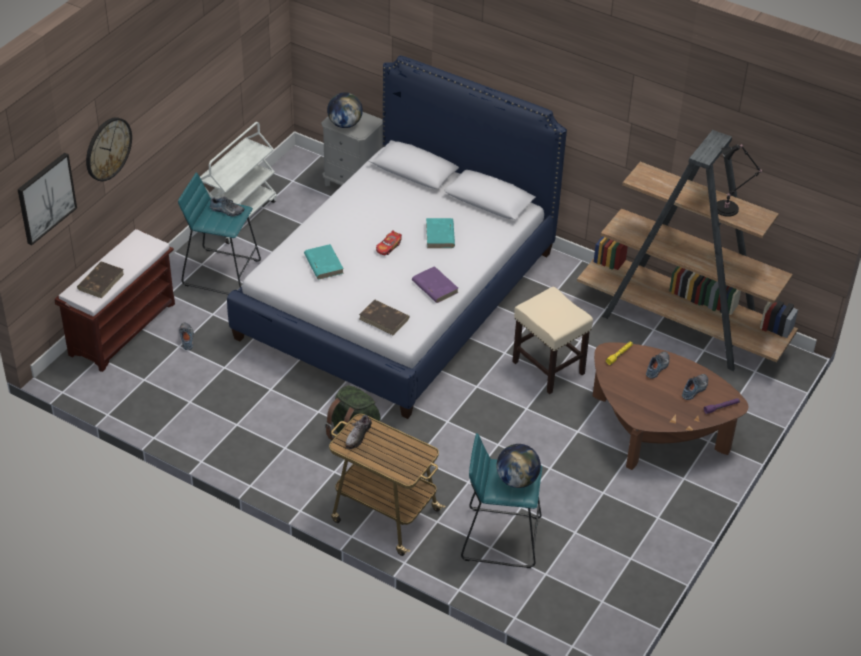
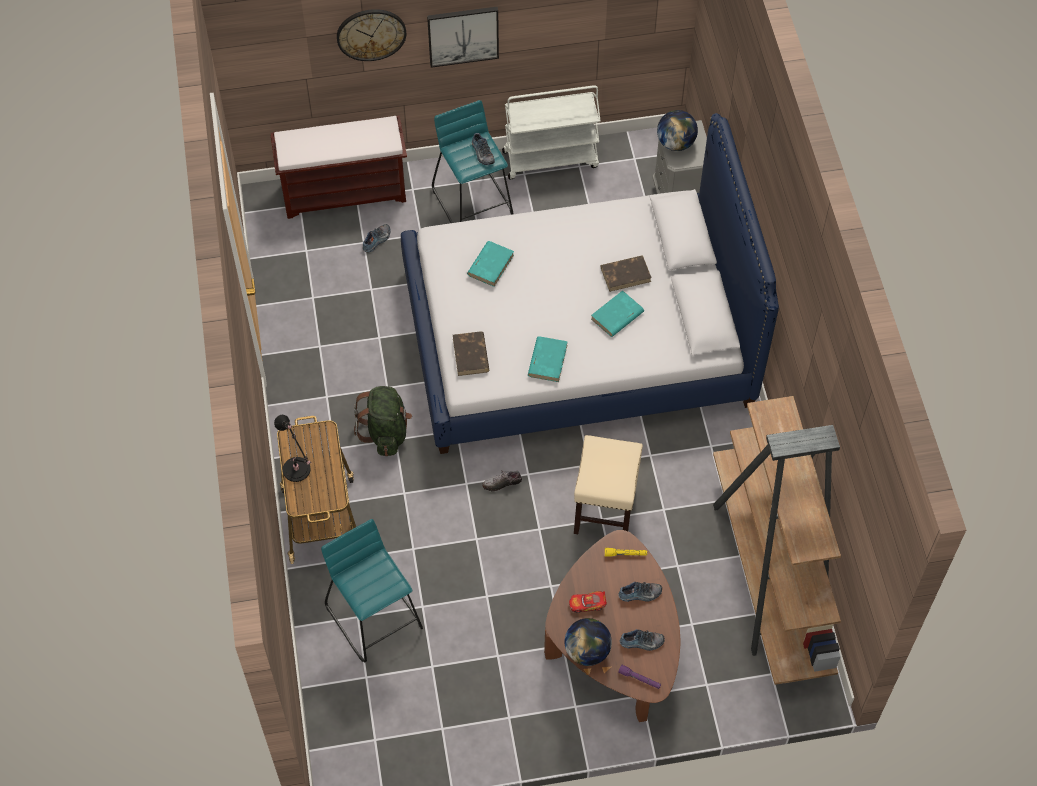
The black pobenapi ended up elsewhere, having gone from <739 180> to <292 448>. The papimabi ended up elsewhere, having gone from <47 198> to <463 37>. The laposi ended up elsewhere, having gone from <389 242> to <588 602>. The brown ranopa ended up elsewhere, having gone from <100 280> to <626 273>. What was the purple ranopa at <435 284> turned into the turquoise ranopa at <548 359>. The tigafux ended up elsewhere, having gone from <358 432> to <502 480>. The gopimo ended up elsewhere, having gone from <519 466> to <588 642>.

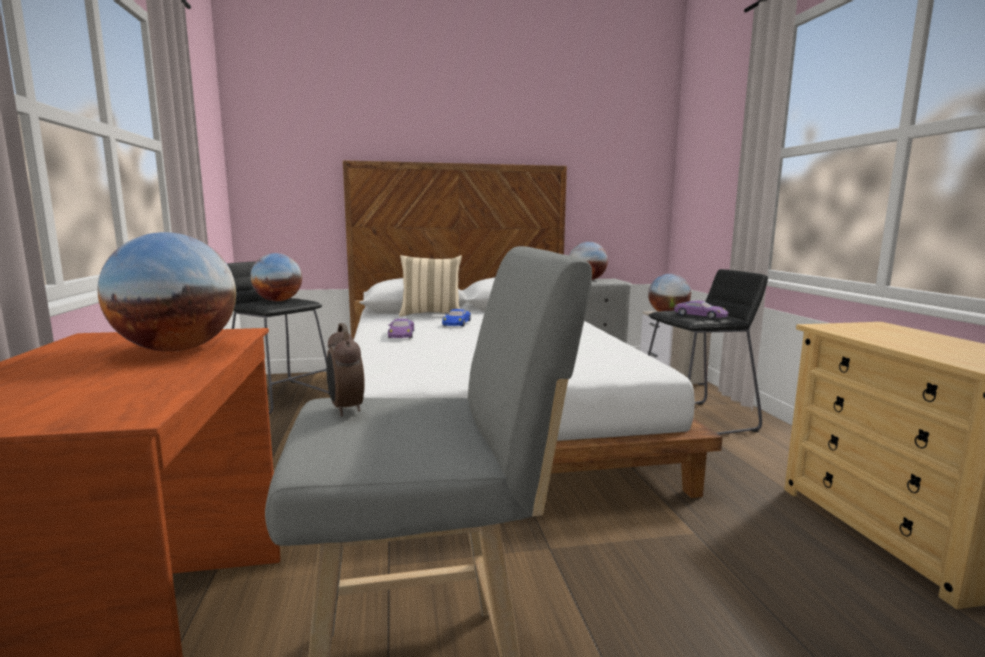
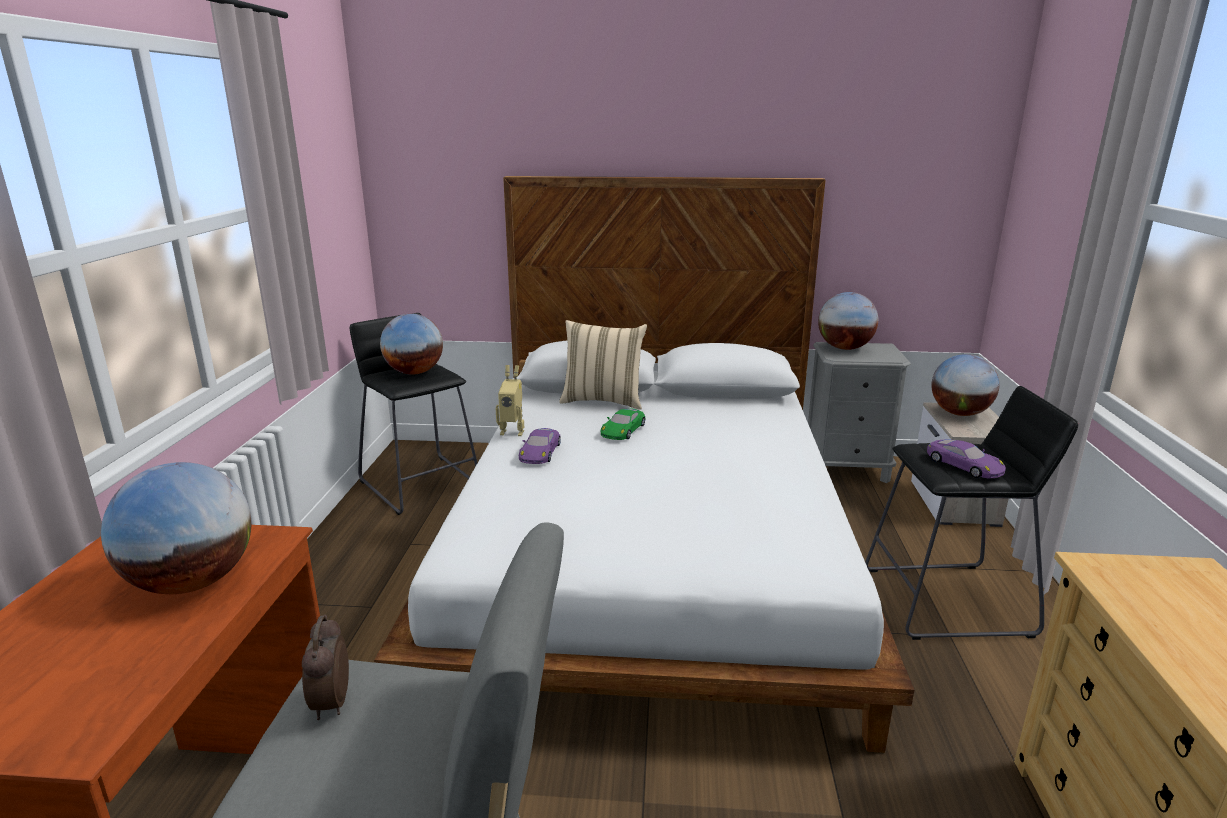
What was the blue laposi at <456 317> turned into the green laposi at <623 424>. The second view gained the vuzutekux at <510 400>.

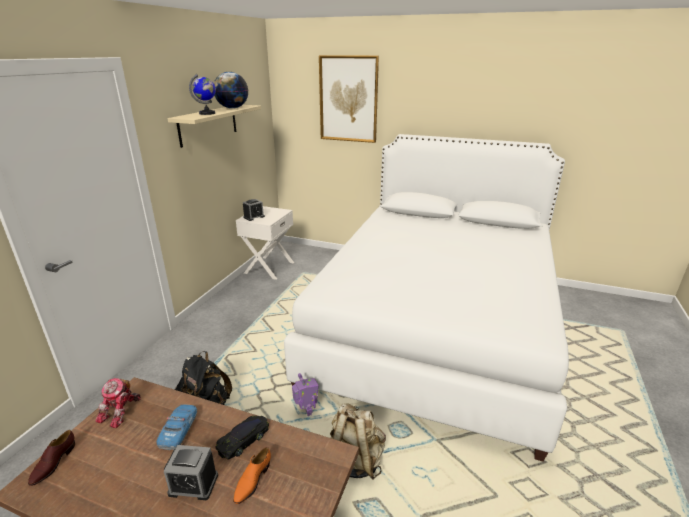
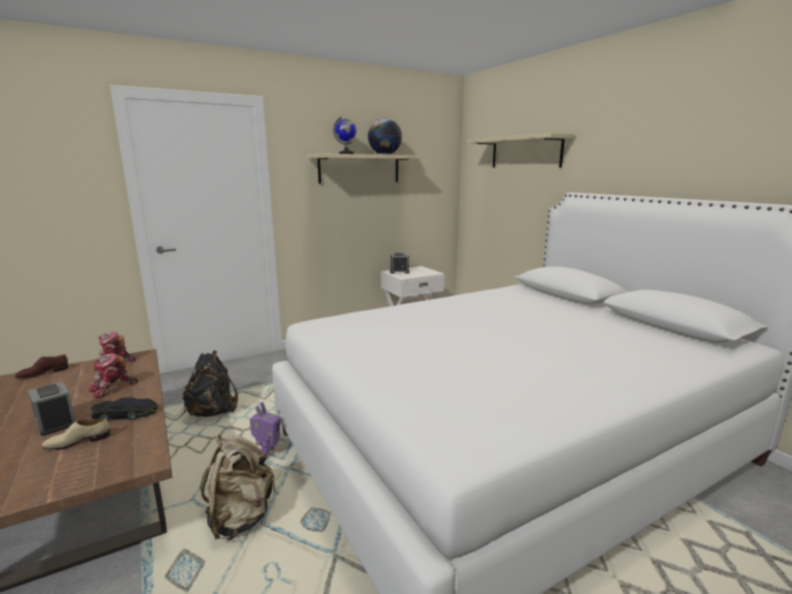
Where the papimabi hung at <349 99>, the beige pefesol came to hang at <521 150>. Where the laposi stood at <176 427>, the vuzutekux came to stand at <113 376>. What was the orange tigafux at <252 475> turned into the beige tigafux at <75 434>.

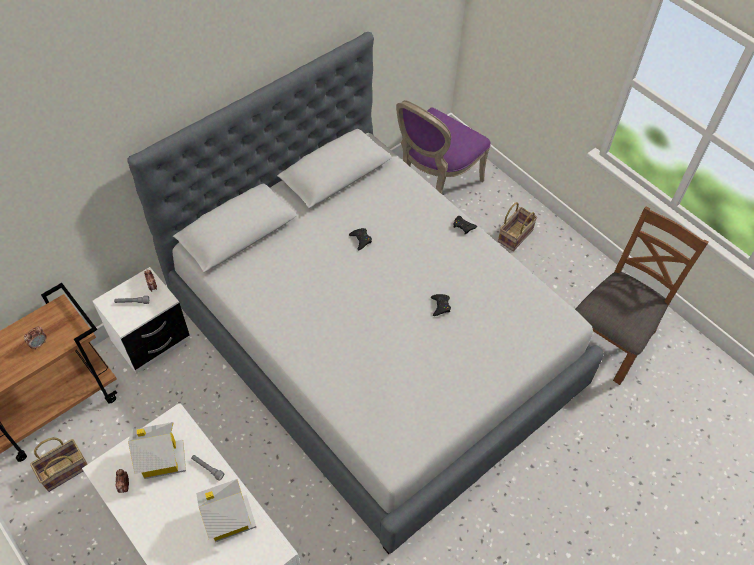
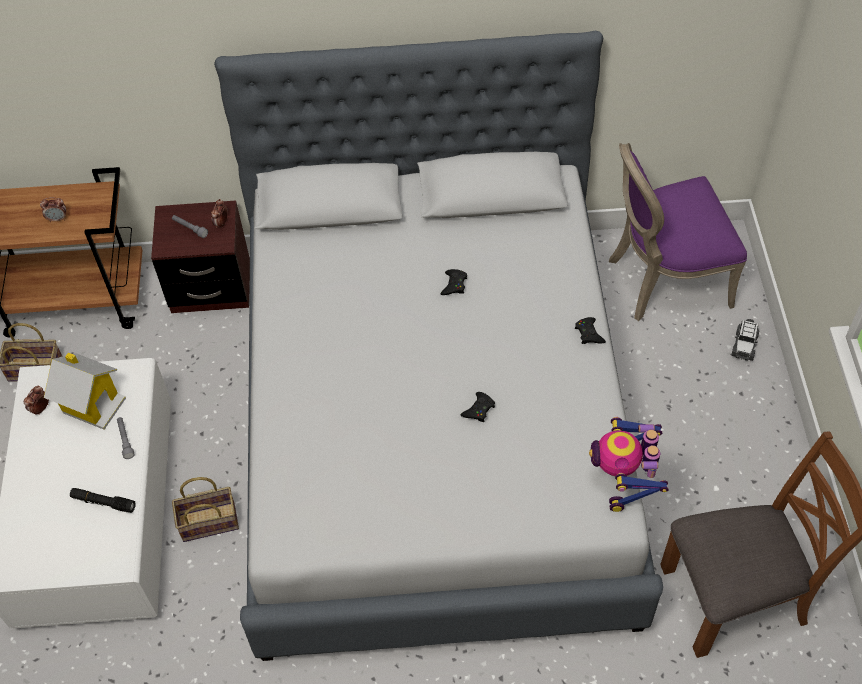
The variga ended up elsewhere, having gone from <517 226> to <205 509>. What was the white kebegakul at <141 320> turned into the brown kebegakul at <200 257>. Where the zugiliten stood at <226 510>, the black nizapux came to stand at <103 500>. The second view gained the laposi at <745 340>. The second view gained the vuzutekux at <629 464>.

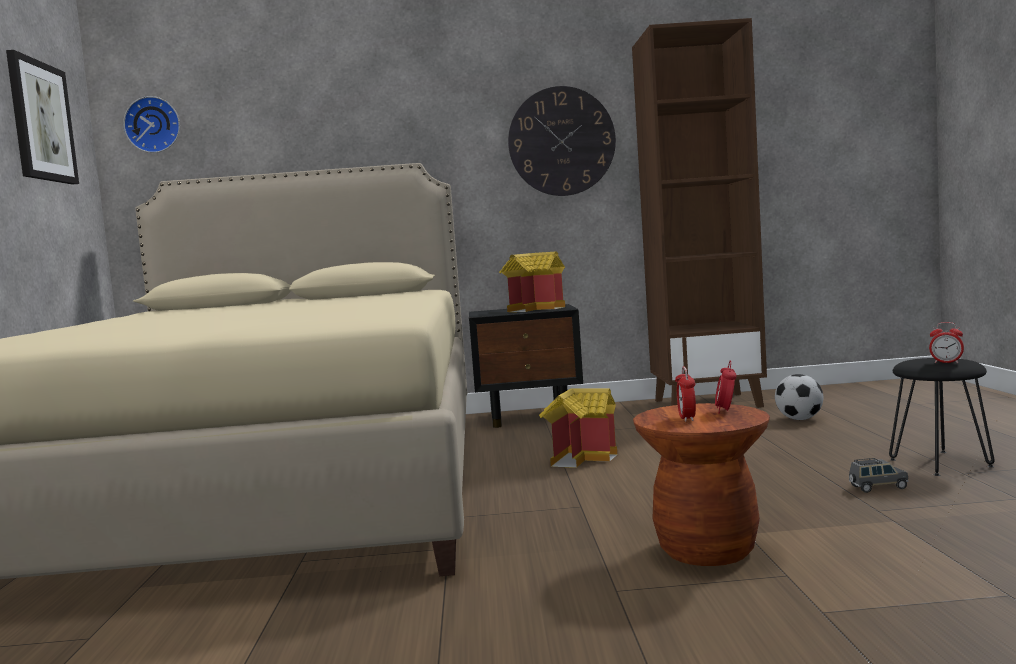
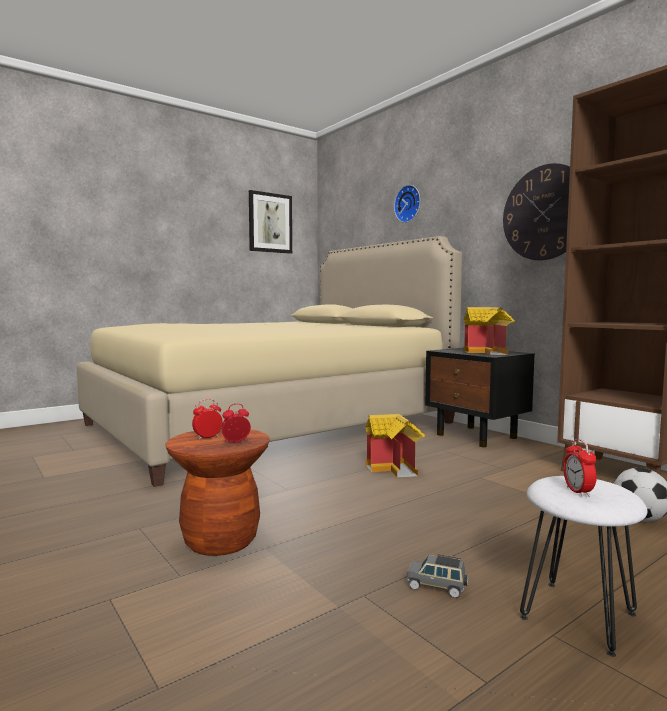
The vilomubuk ended up elsewhere, having gone from <151 124> to <407 204>. What was the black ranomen at <942 417> turned into the white ranomen at <584 566>. The grey laposi at <879 475> ended up facing another way, 150 degrees clockwise from before.

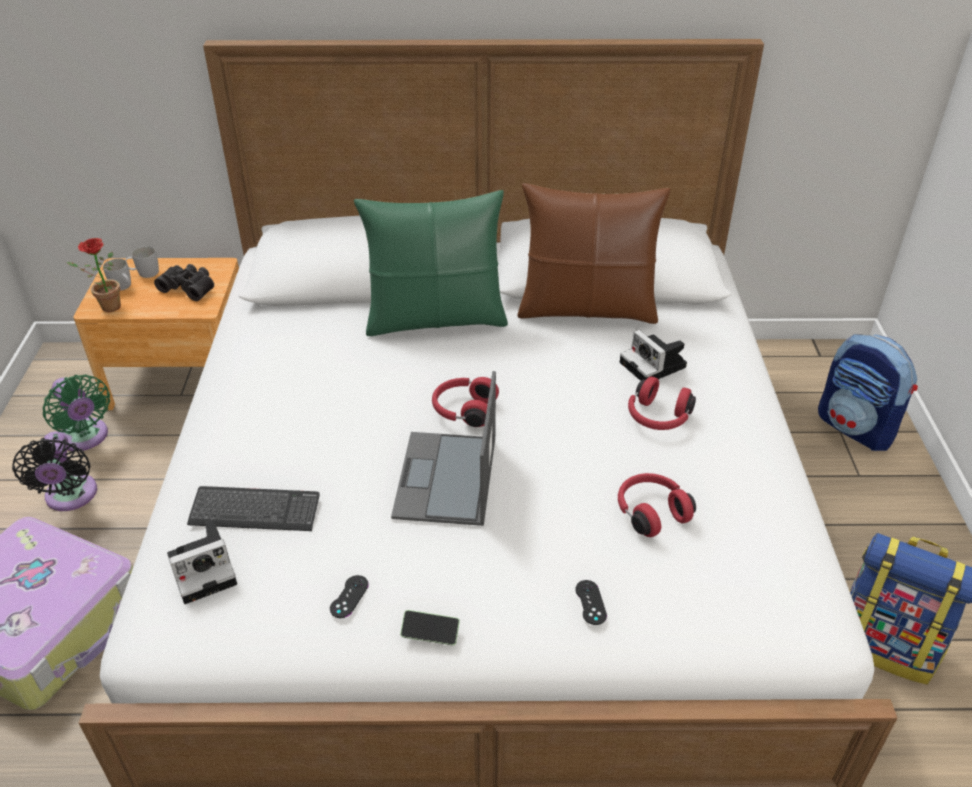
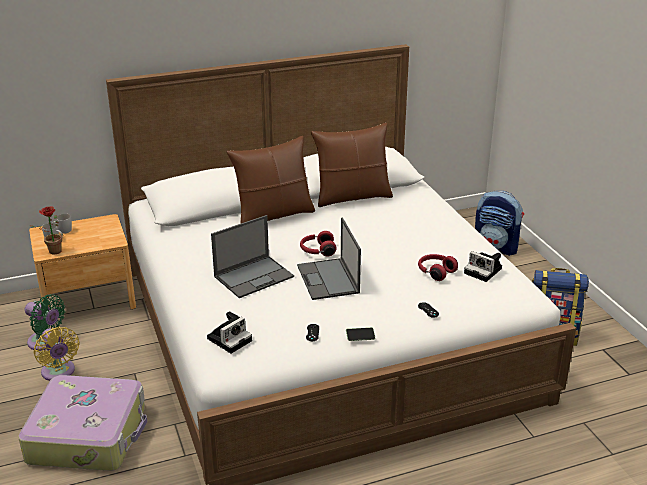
What was the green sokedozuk at <431 263> turned into the brown sokedozuk at <271 180>. The second view lost the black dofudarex at <184 282>. The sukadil ended up elsewhere, having gone from <653 355> to <483 266>. The second view lost the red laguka at <662 403>. What was the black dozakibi at <54 471> turned into the yellow dozakibi at <56 354>. The second view lost the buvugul at <253 508>. The second view gained the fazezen at <252 256>.

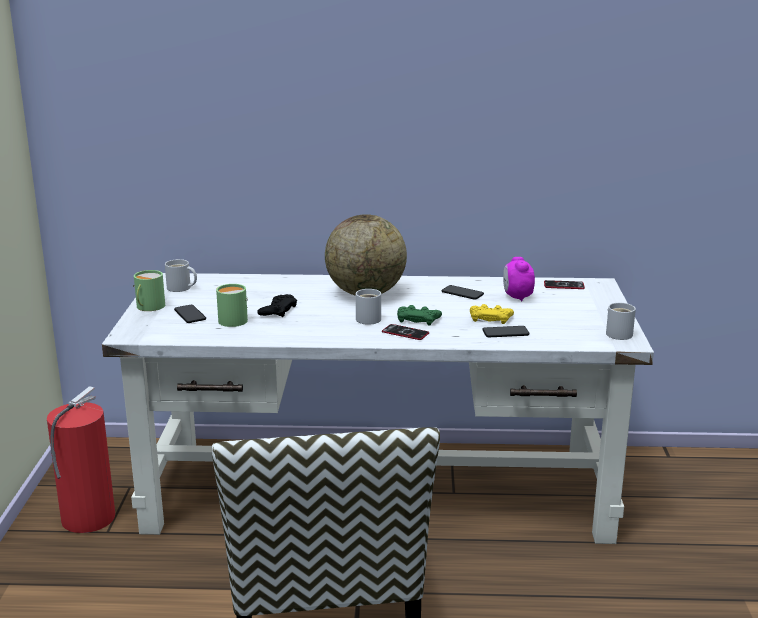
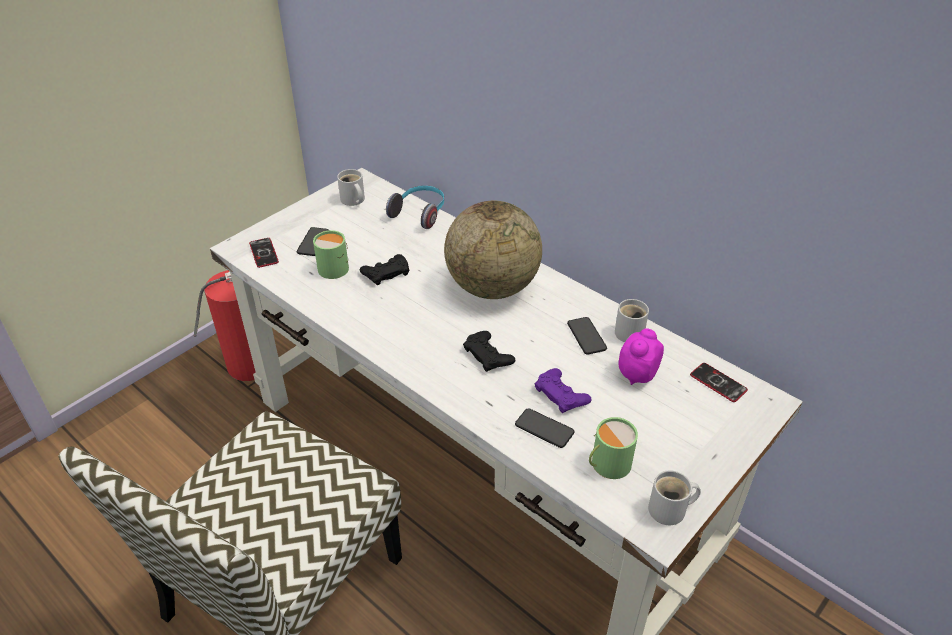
The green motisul ended up elsewhere, having gone from <149 290> to <613 448>. The white motisul ended up elsewhere, having gone from <368 307> to <632 320>. What was the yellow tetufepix at <492 314> turned into the purple tetufepix at <563 390>. What was the green tetufepix at <419 315> turned into the black tetufepix at <489 351>. The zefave ended up elsewhere, having gone from <405 332> to <264 253>. The second view gained the laguka at <415 207>.

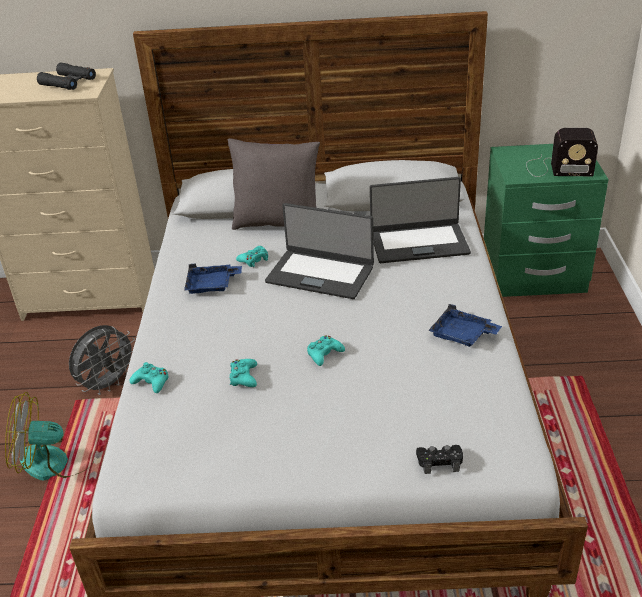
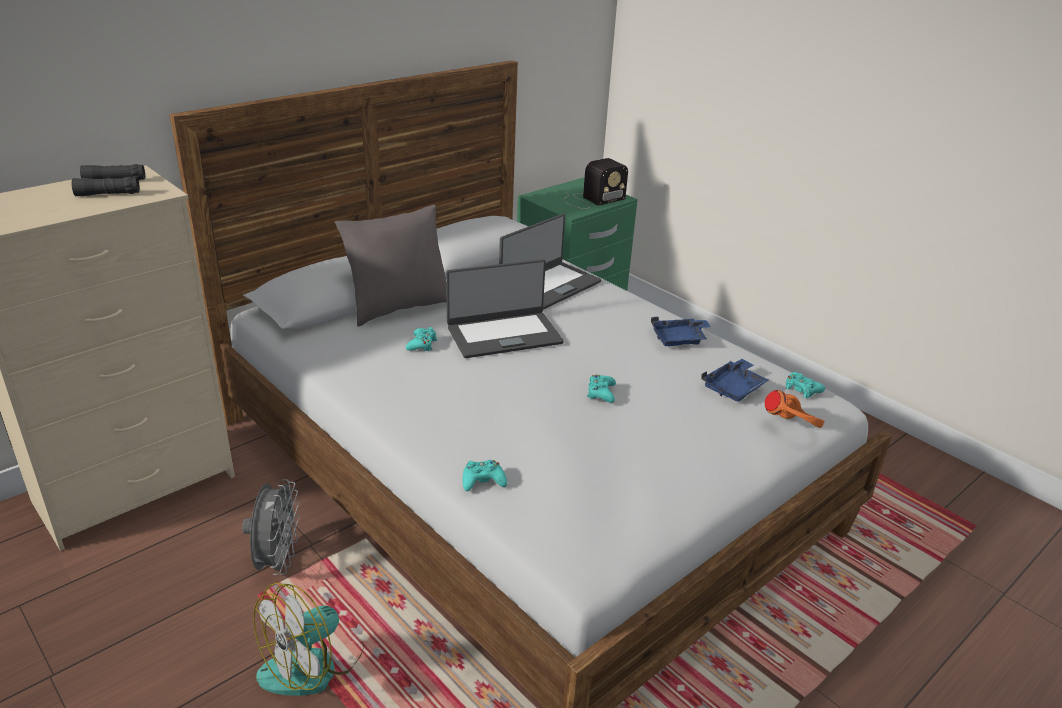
The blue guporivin ended up elsewhere, having gone from <213 279> to <735 380>. The turquoise tetufepix ended up elsewhere, having gone from <243 373> to <805 385>. Where the black tetufepix stood at <439 459>, the orange laguka came to stand at <795 409>.

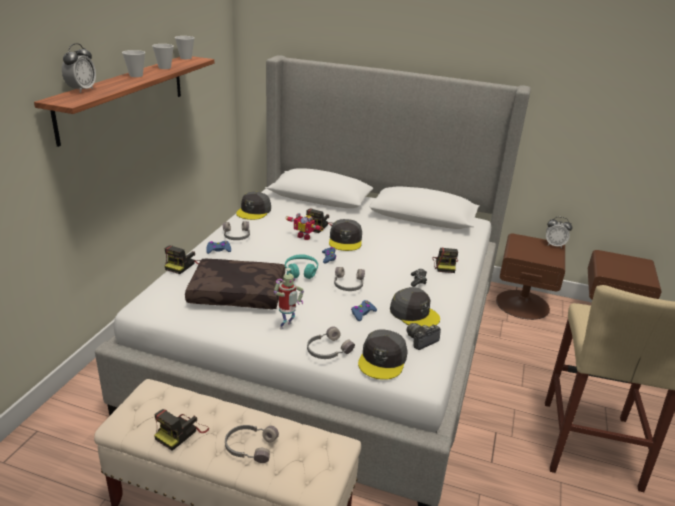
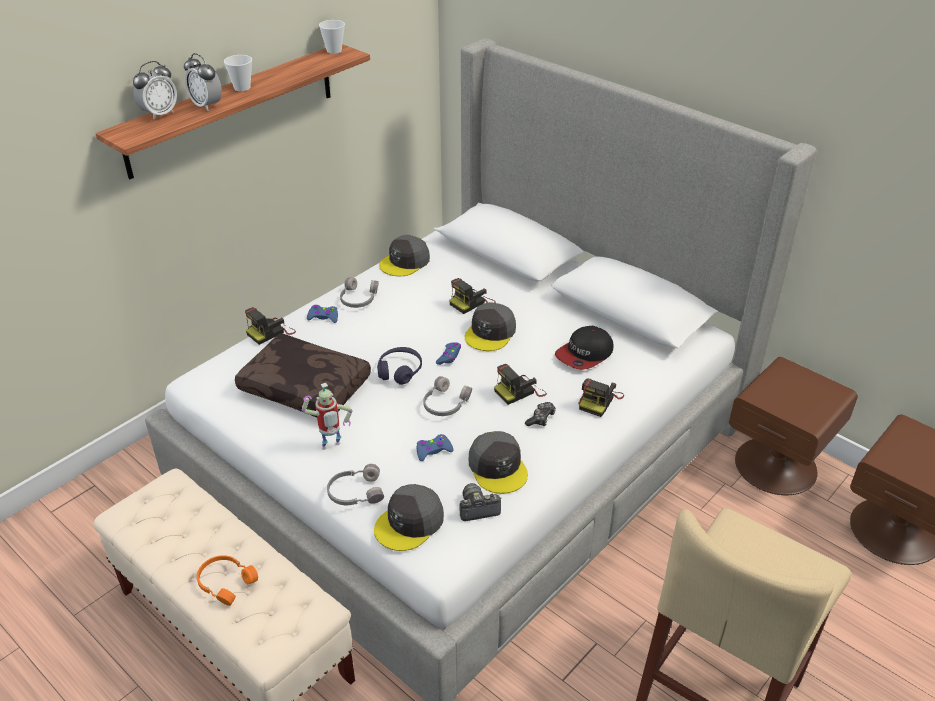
The second view lost the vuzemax at <163 56>. The second view lost the vuzutekux at <304 226>. The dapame ended up elsewhere, having gone from <559 232> to <203 82>. What was the turquoise laguka at <301 266> turned into the purple laguka at <399 366>. The sukadil ended up elsewhere, having gone from <181 430> to <520 384>. What was the grey laguka at <252 444> turned into the orange laguka at <227 580>. The second view gained the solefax at <584 348>.

